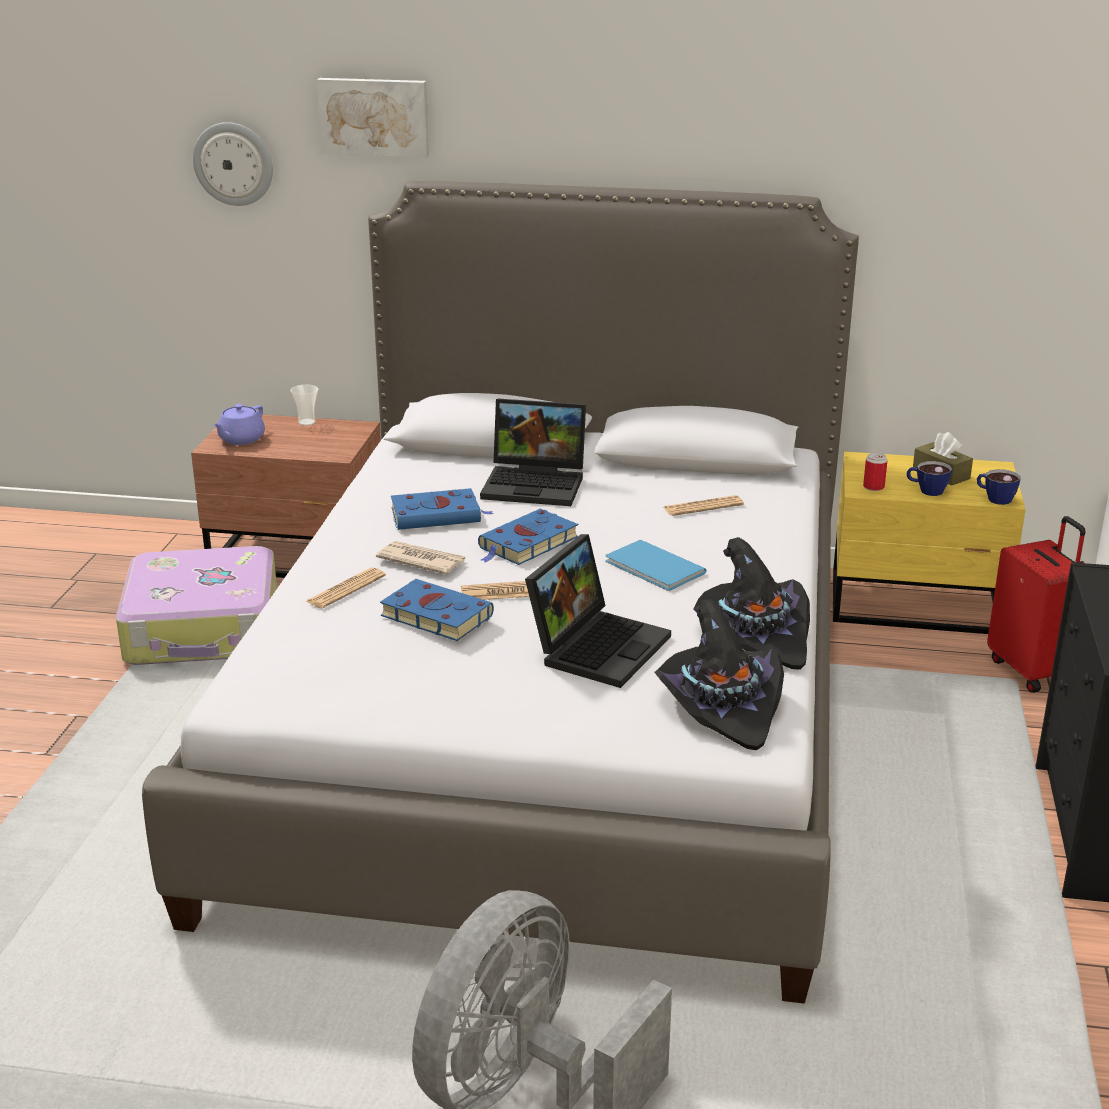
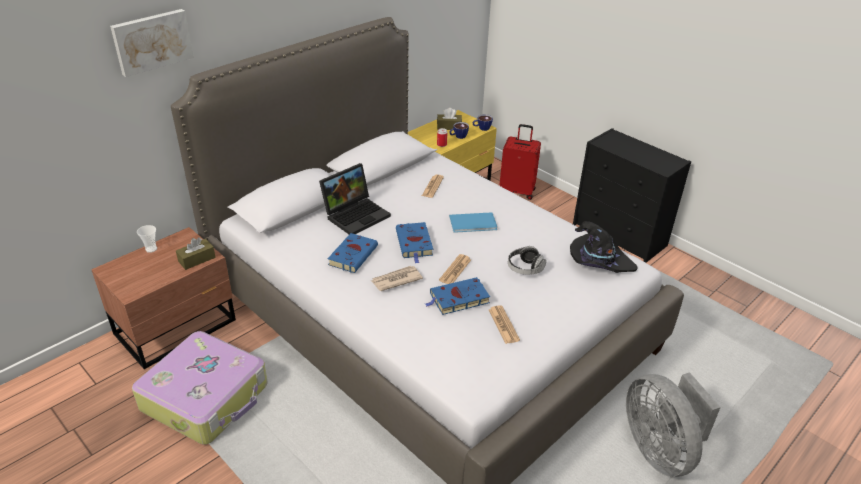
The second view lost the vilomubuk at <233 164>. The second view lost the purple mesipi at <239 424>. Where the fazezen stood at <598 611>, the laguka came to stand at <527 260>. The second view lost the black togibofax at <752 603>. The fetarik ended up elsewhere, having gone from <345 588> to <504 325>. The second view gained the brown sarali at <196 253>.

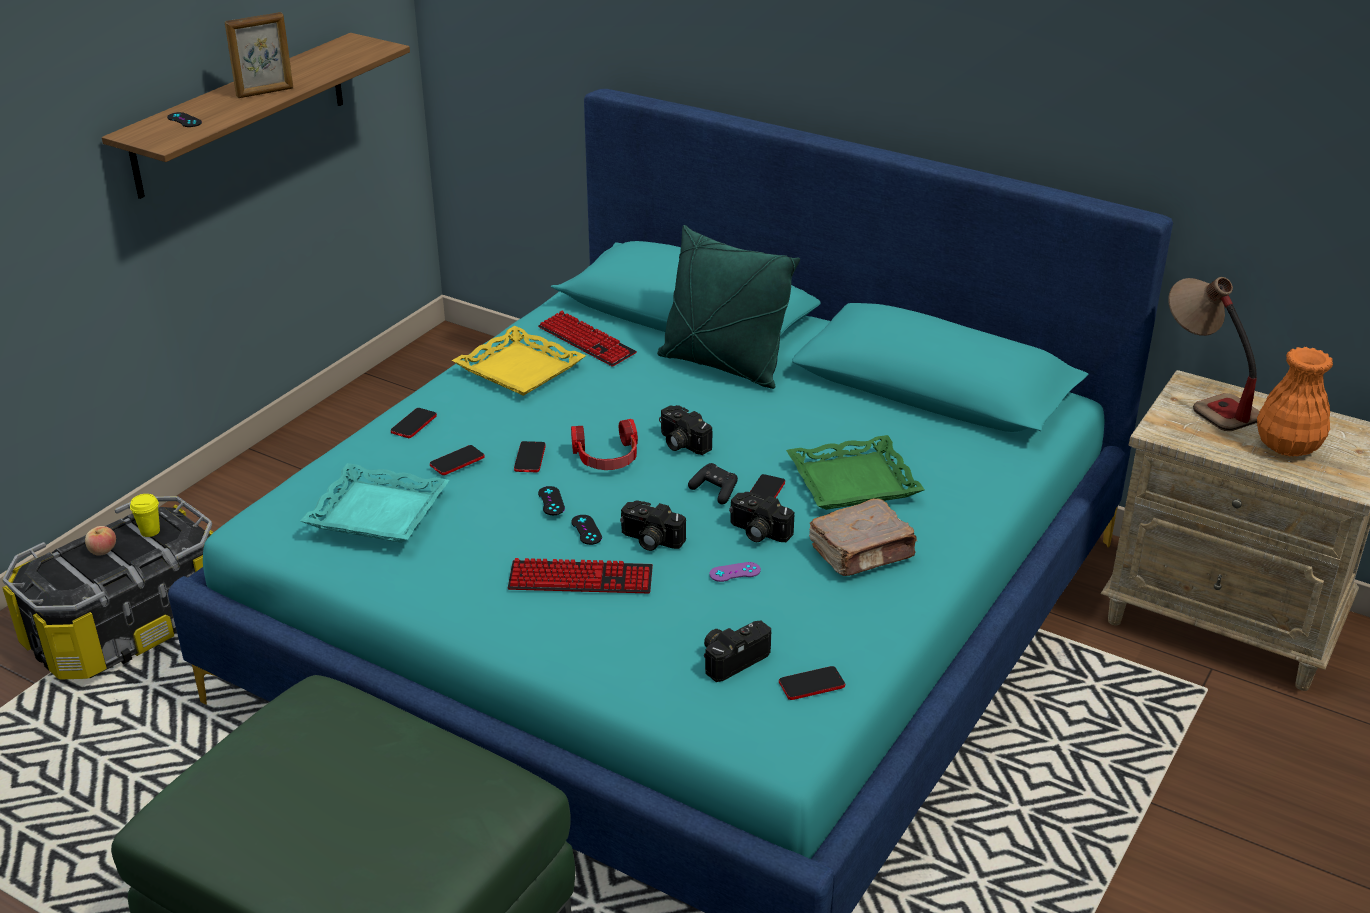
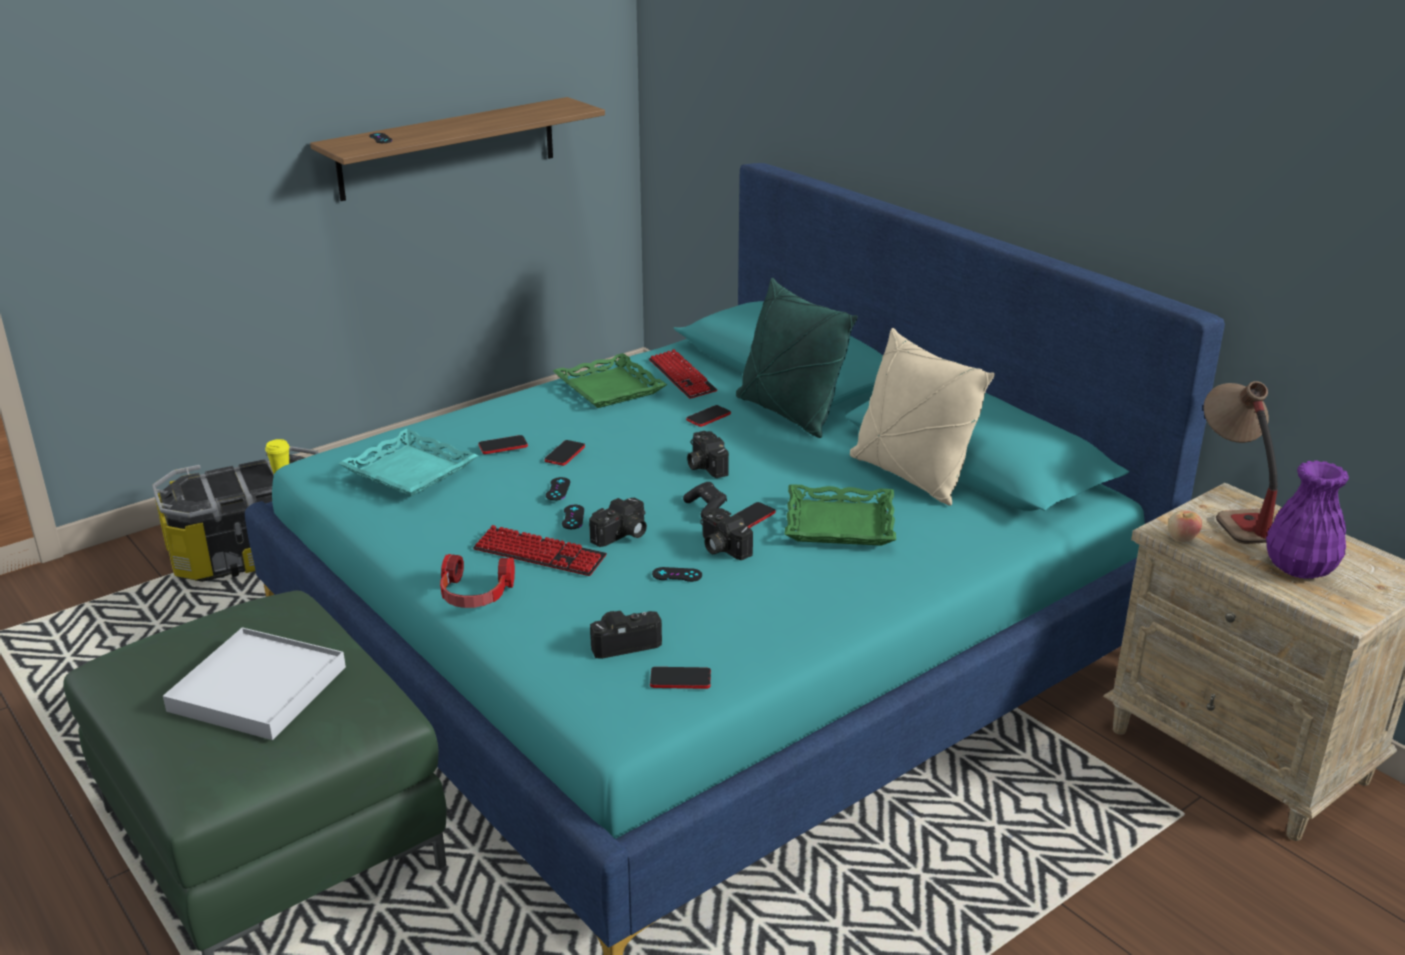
The second view lost the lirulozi at <259 55>. What was the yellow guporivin at <519 361> turned into the green guporivin at <610 380>. What was the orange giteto at <1295 402> turned into the purple giteto at <1307 519>. The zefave ended up elsewhere, having gone from <414 423> to <708 416>. The laguka ended up elsewhere, having gone from <604 444> to <477 581>. The second view lost the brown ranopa at <863 537>. The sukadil at <653 525> ended up facing another way, 90 degrees counterclockwise from before. The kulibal ended up elsewhere, having gone from <100 541> to <1185 526>. What was the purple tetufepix at <735 572> turned into the black tetufepix at <677 574>. The second view gained the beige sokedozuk at <922 416>. The second view gained the white guporivin at <254 683>.

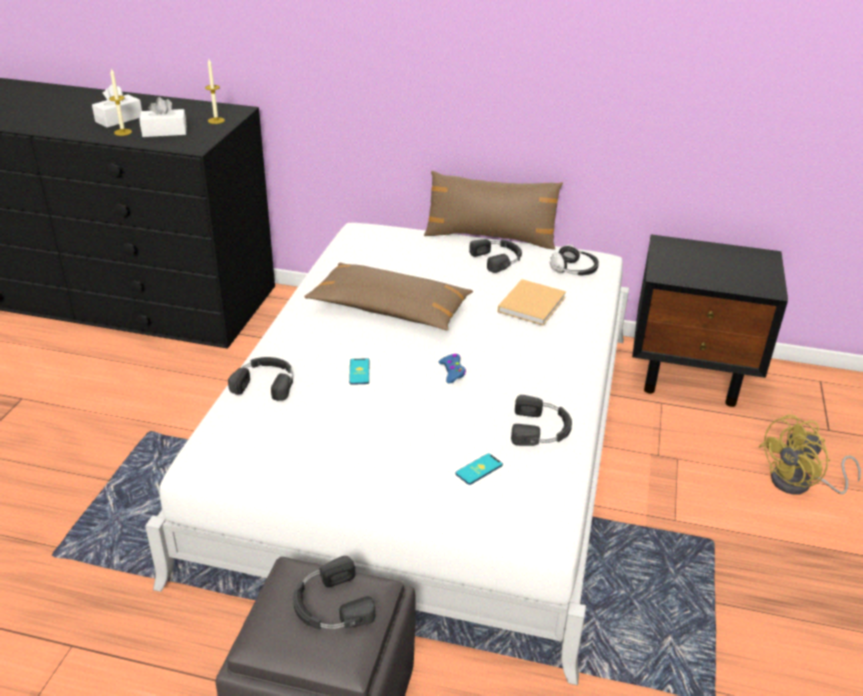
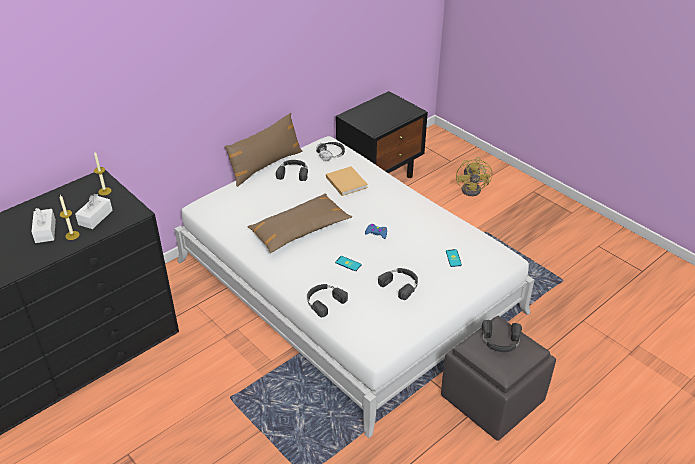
The black laguka ended up elsewhere, having gone from <541 420> to <398 284>.

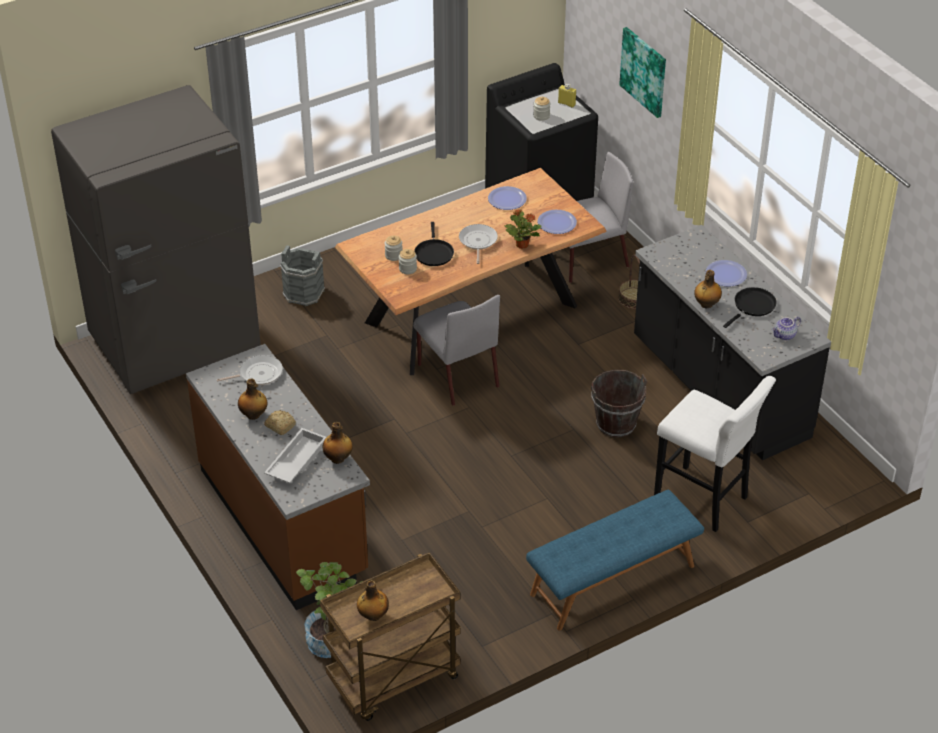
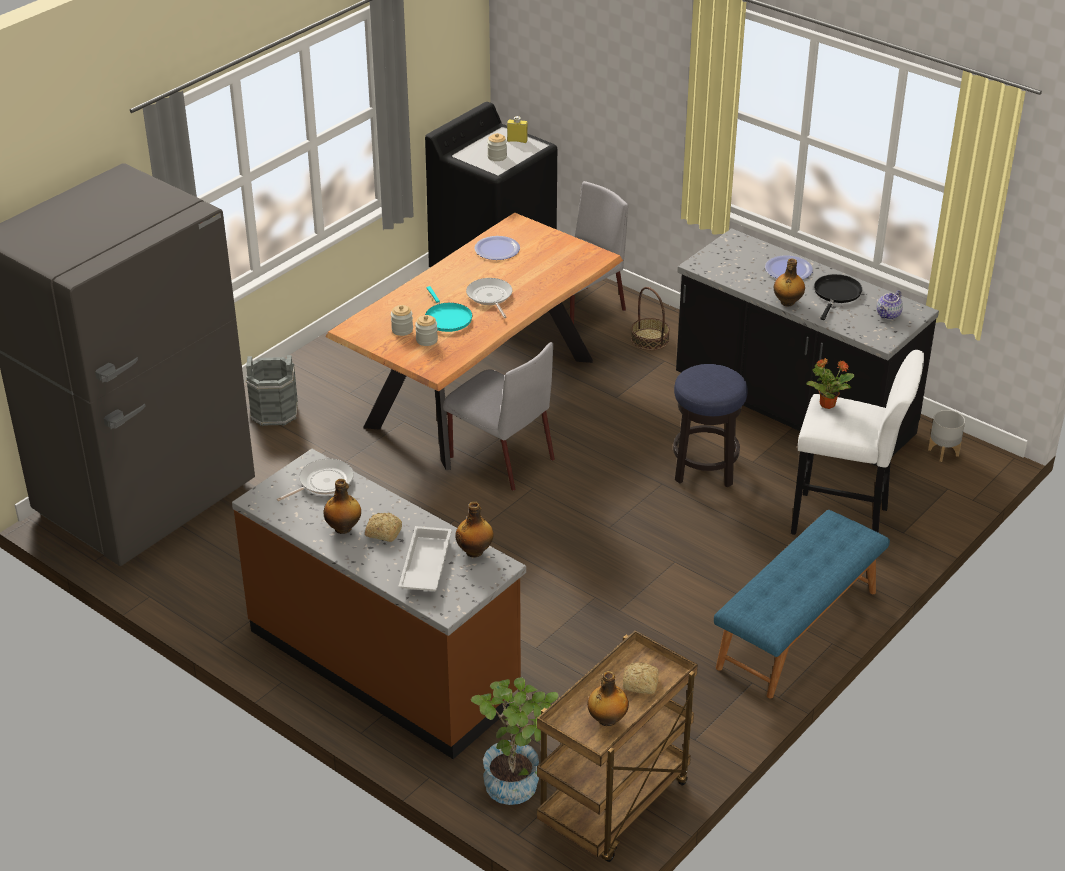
The second view lost the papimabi at <642 72>. The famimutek ended up elsewhere, having gone from <523 229> to <830 383>. The second view lost the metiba at <557 222>. What was the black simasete at <434 244> turned into the turquoise simasete at <449 309>. Where the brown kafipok stood at <619 404>, the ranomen came to stand at <710 426>. The second view gained the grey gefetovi at <946 436>. The second view gained the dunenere at <641 678>.

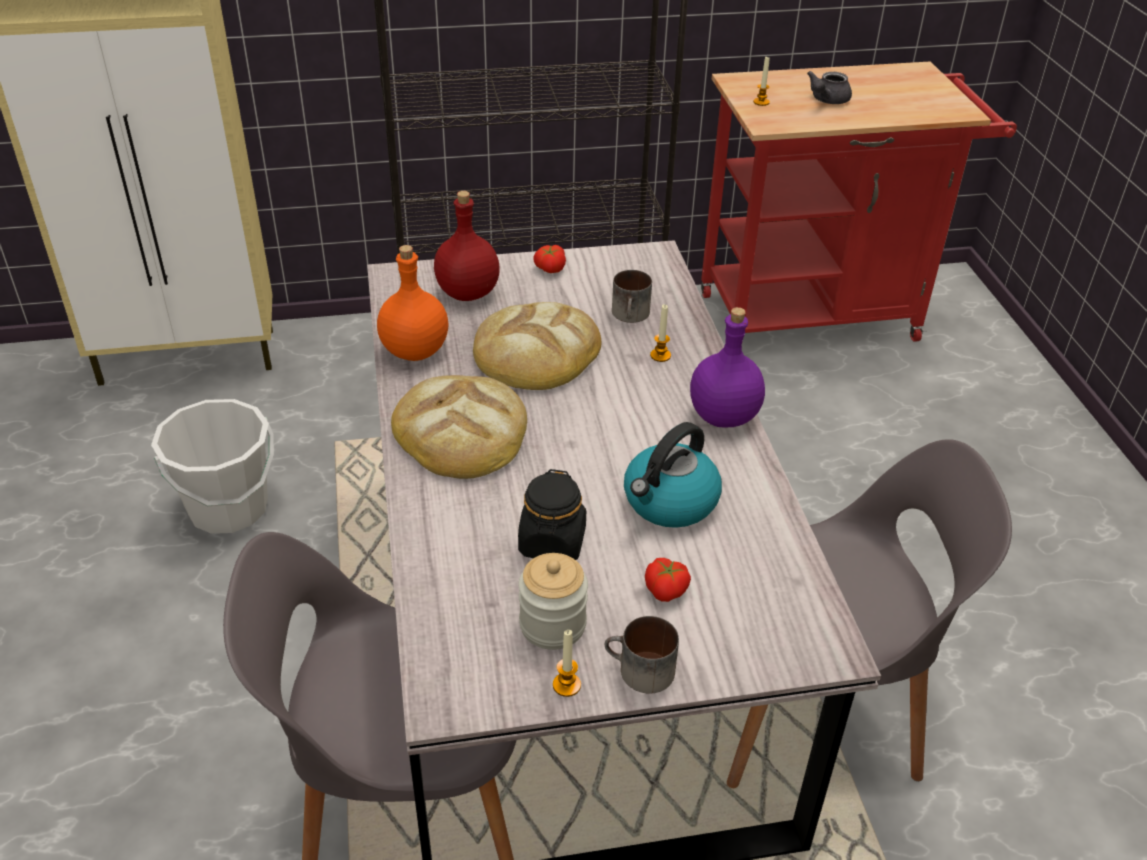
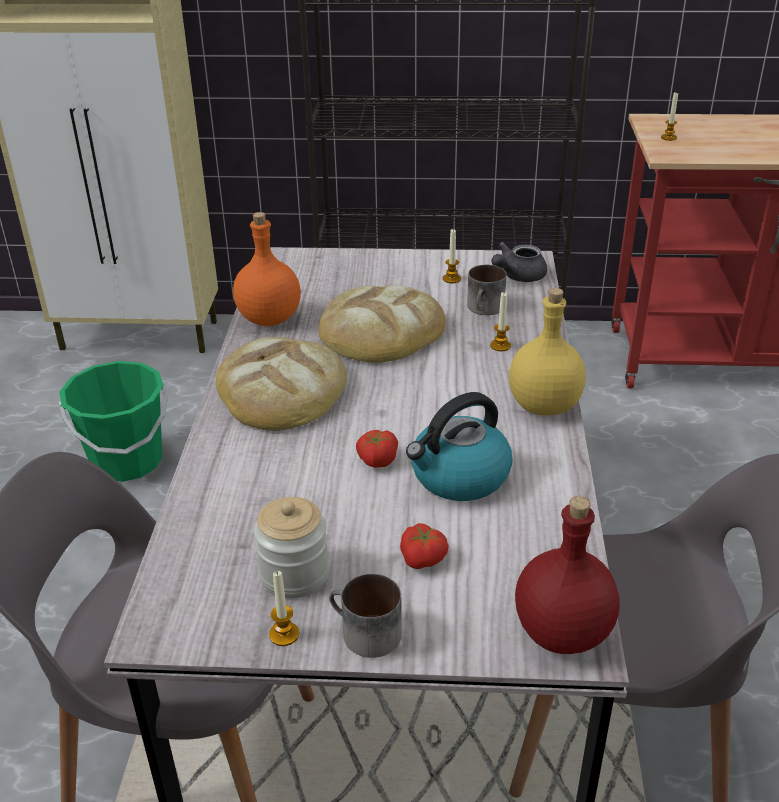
The grey mesipi ended up elsewhere, having gone from <829 87> to <519 262>. The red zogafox ended up elsewhere, having gone from <467 246> to <567 575>. The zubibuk ended up elsewhere, having gone from <549 259> to <377 449>. What was the purple zogafox at <727 367> turned into the yellow zogafox at <547 352>. What was the white kafipok at <212 466> turned into the green kafipok at <113 421>. The second view lost the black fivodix at <552 514>. The second view gained the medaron at <452 256>.

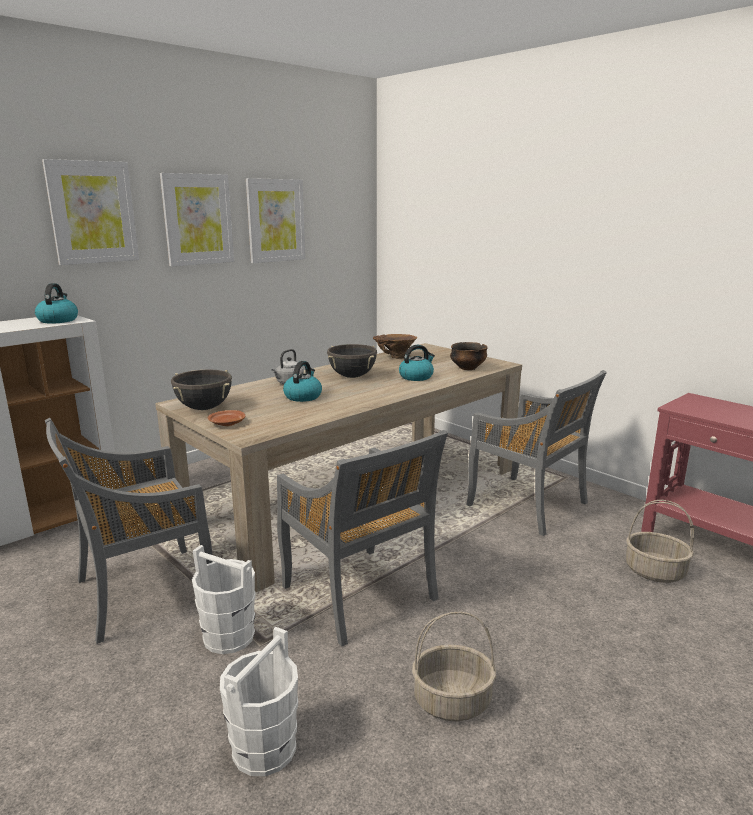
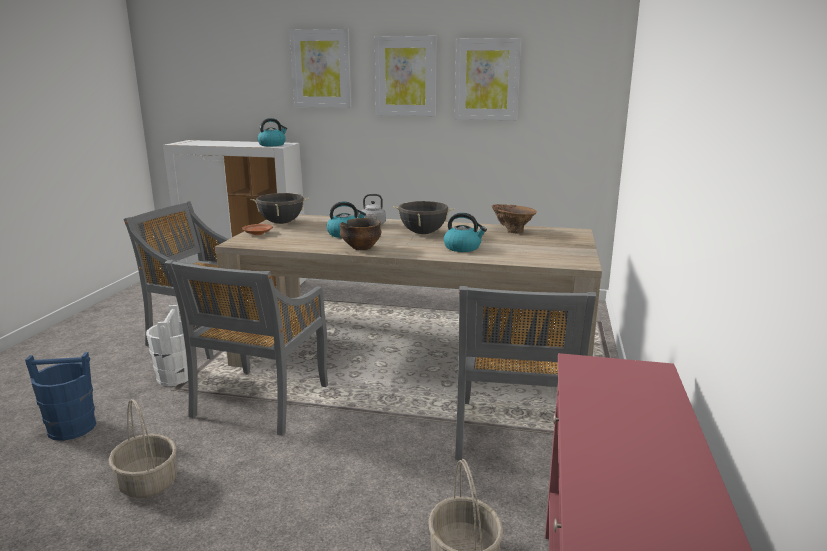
The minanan ended up elsewhere, having gone from <469 356> to <361 234>. What was the white kafipok at <259 701> turned into the blue kafipok at <60 396>.

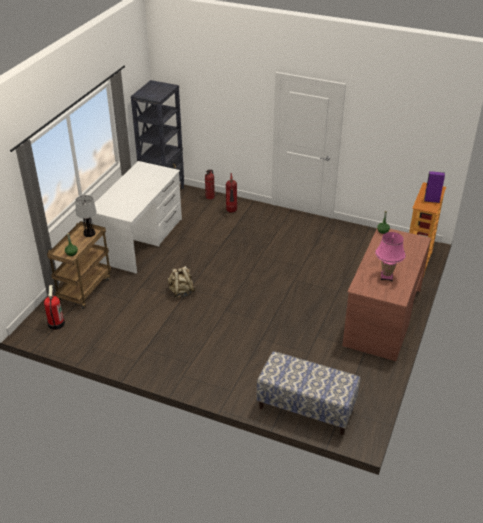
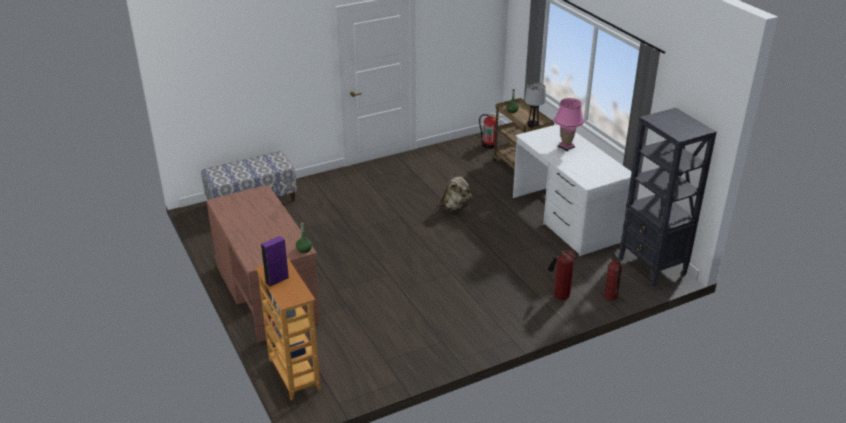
The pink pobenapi ended up elsewhere, having gone from <390 256> to <569 124>.

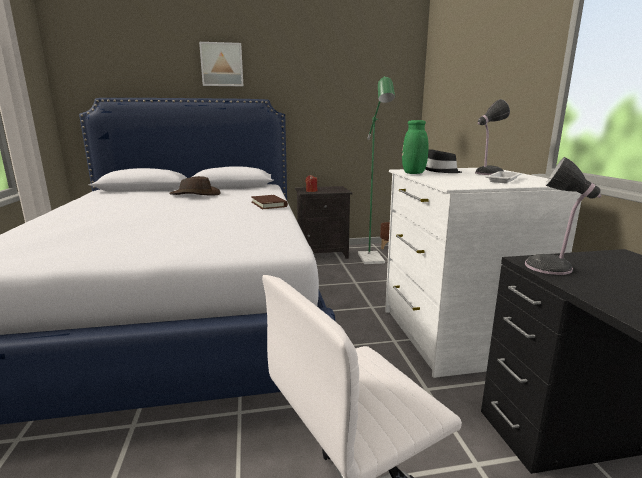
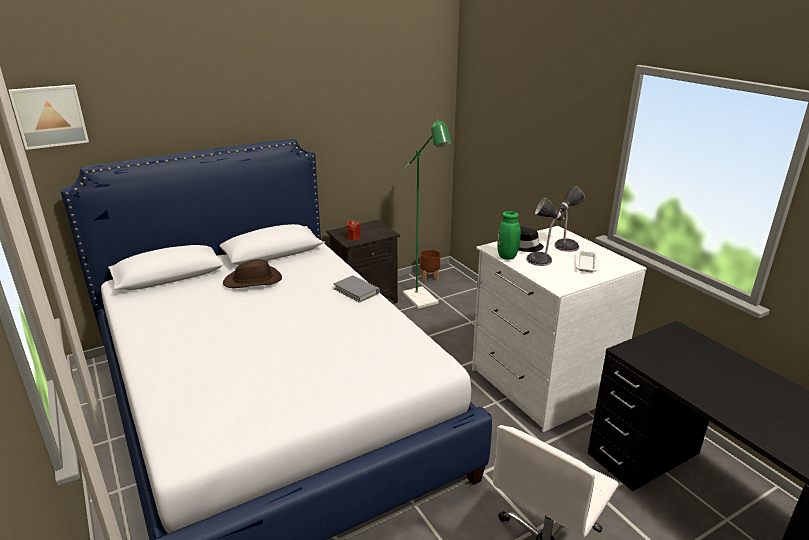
The papimabi ended up elsewhere, having gone from <221 64> to <49 117>. The pobenapi ended up elsewhere, having gone from <563 216> to <545 231>. What was the brown ranopa at <269 202> turned into the grey ranopa at <357 289>.

